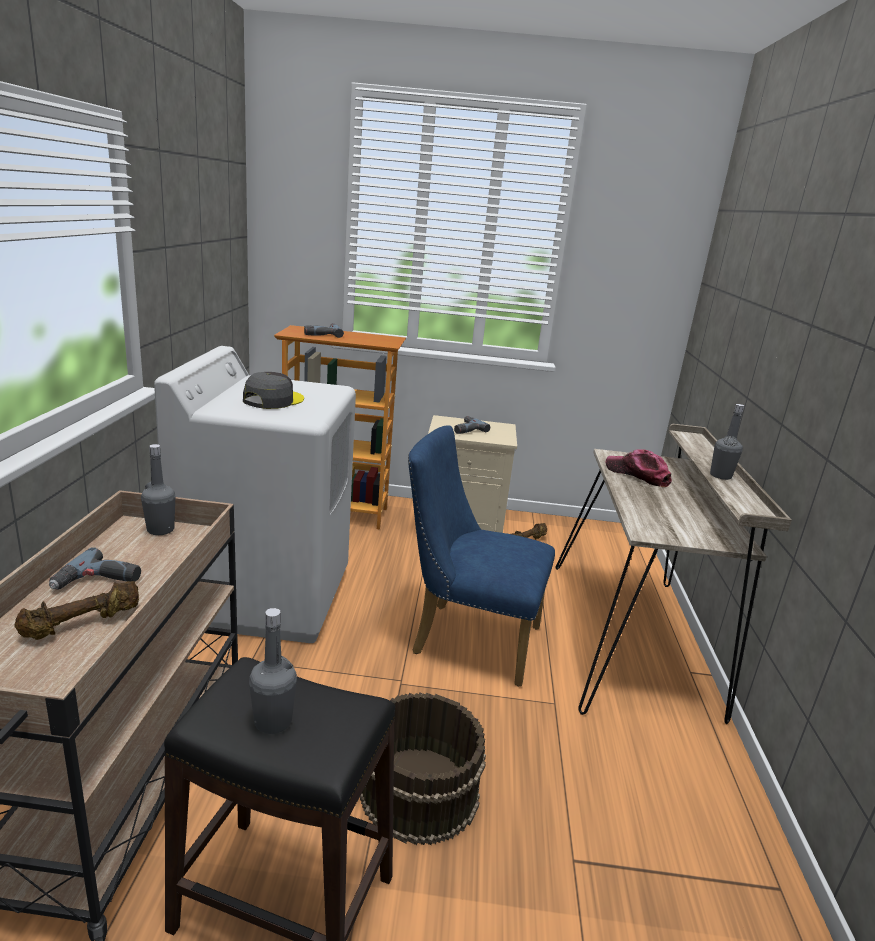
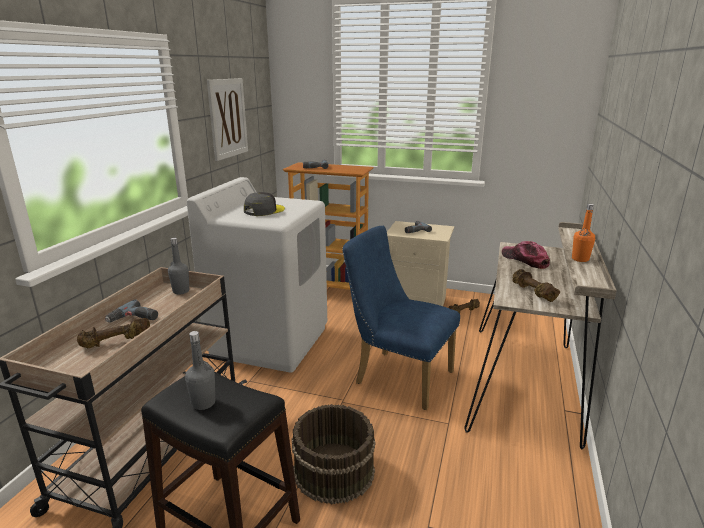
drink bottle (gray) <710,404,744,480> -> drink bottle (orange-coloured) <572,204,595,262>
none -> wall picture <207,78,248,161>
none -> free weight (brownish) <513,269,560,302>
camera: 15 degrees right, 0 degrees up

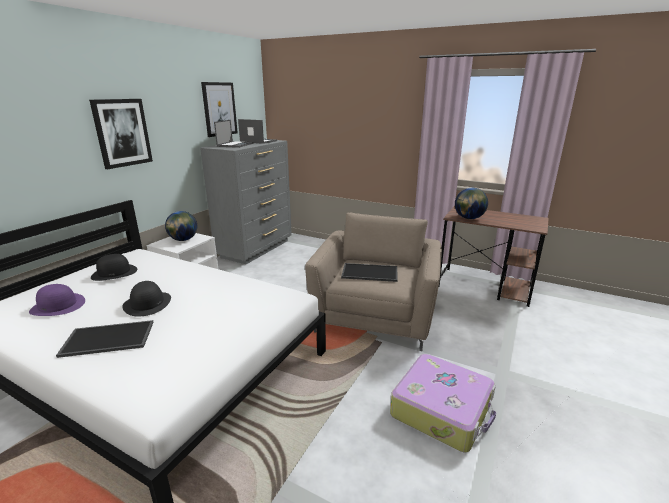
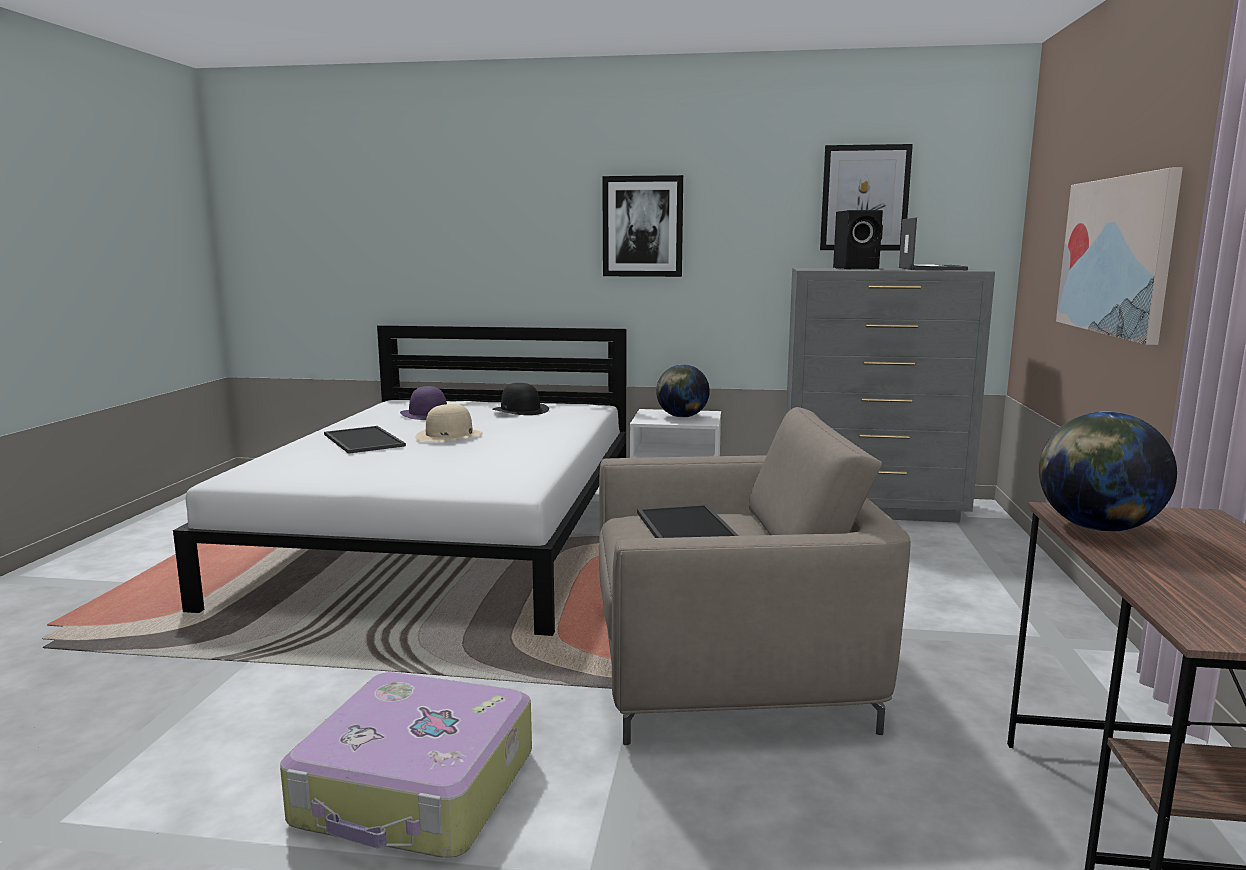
notebook computer <214,120,254,148> -> loudspeaker (black) <833,210,883,269>
wearable hat (black) <122,281,171,317> -> wearable hat (sand-coloured) <415,404,483,442>
none -> wall picture <1056,168,1183,345>
camera: 70 degrees right, 10 degrees down

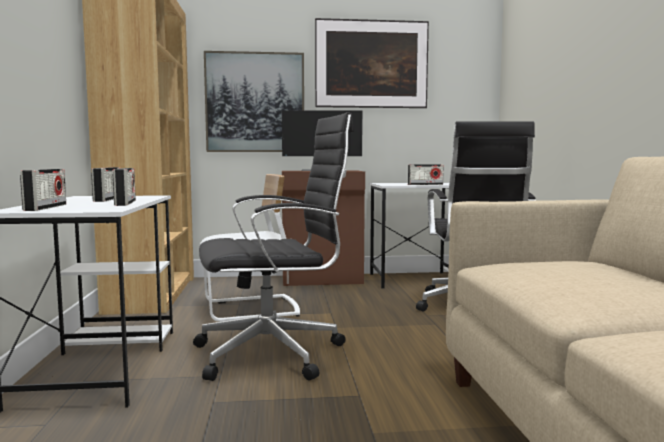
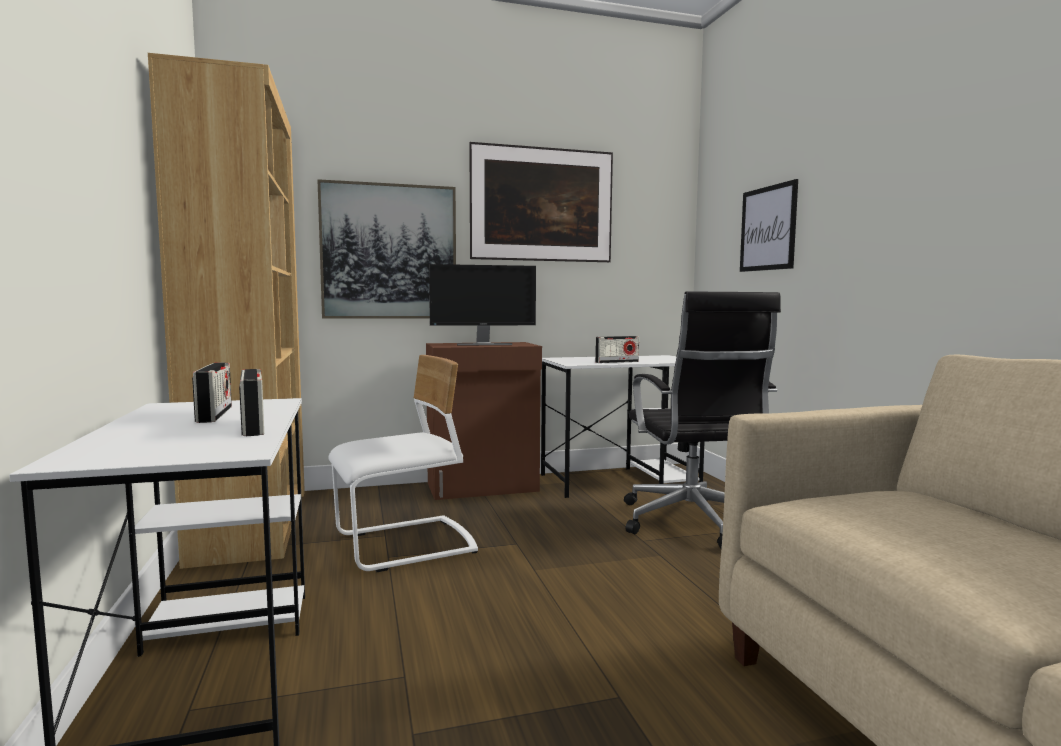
office chair (black) <193,112,354,381> -> none
radio receiver <20,169,66,211> -> none
none -> wall picture <740,179,798,272>
camera: 10 degrees left, 0 degrees up

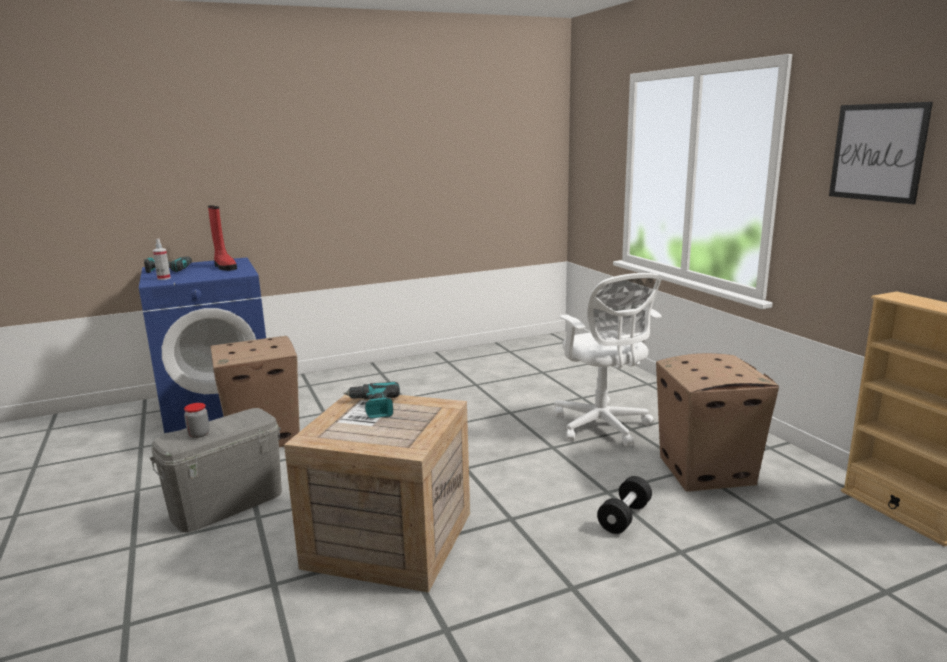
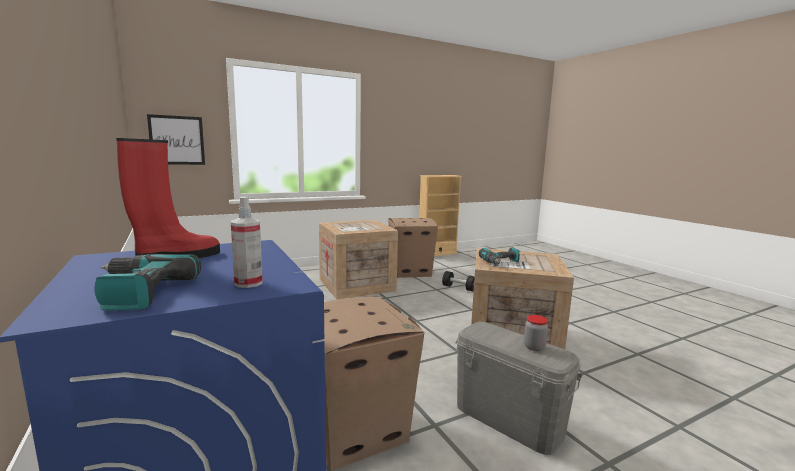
wall picture <829,102,933,204> -> wall picture <147,114,205,165>, move
office chair (white) <554,273,662,447> -> shipping crate <319,220,398,299>
camera: 95 degrees left, 5 degrees down

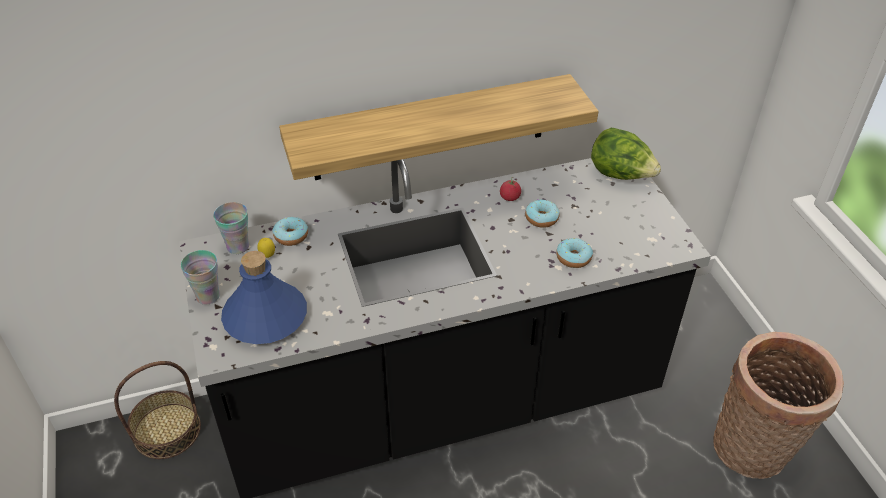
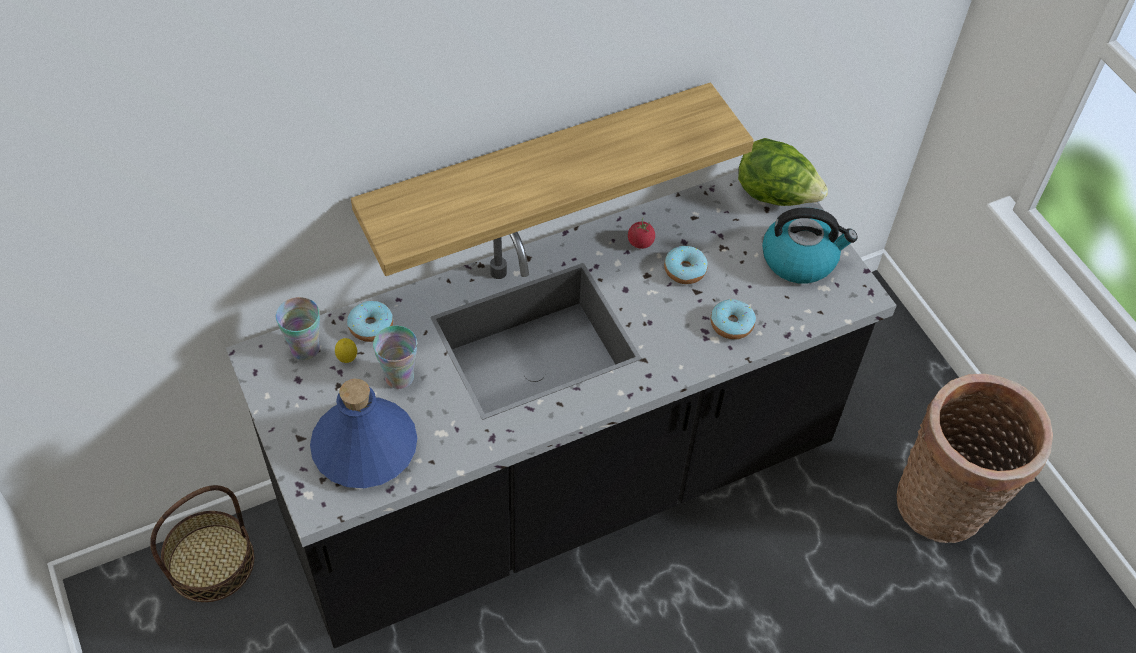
cup <181,250,220,305> -> cup <373,326,417,389>, move
none -> kettle <762,207,858,283>
camera: 10 degrees left, 10 degrees up

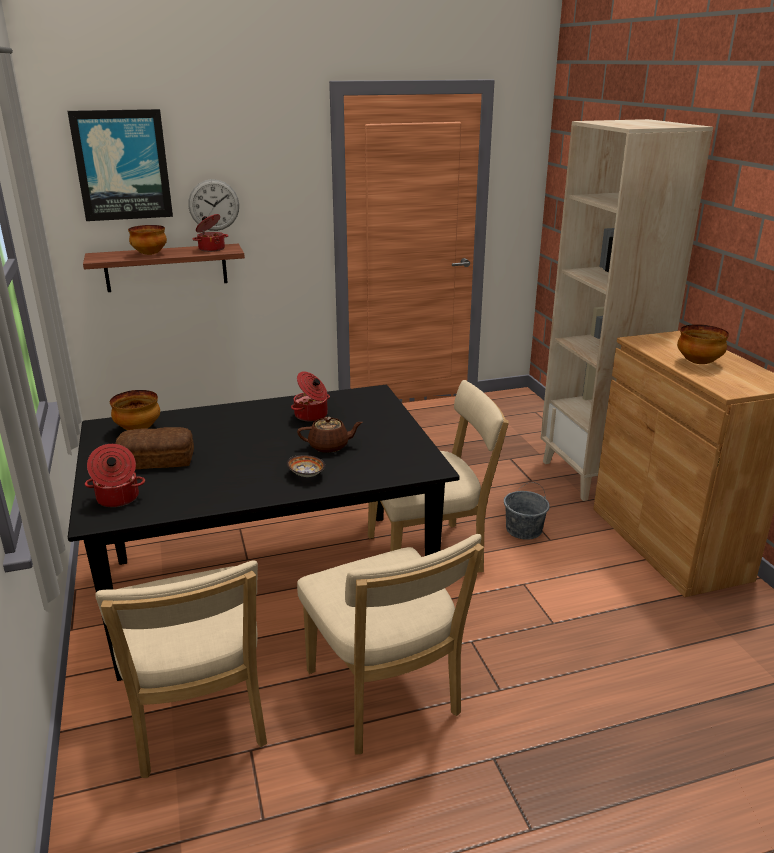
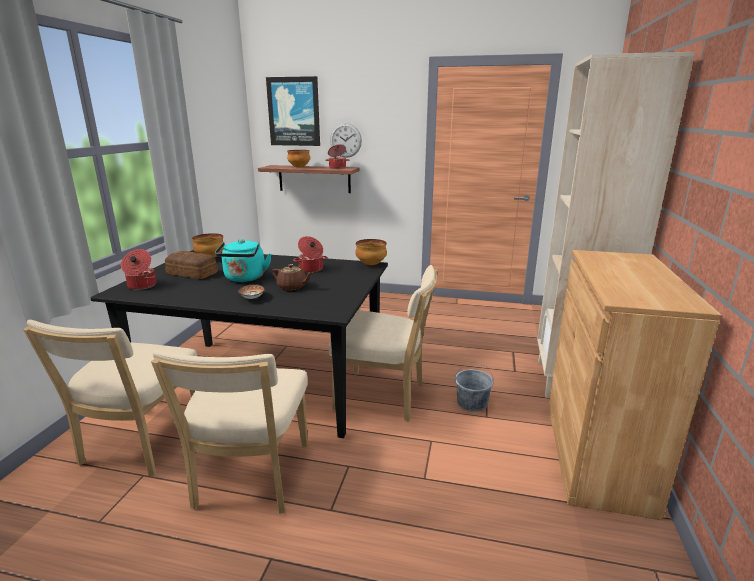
deep dish <677,324,729,364> -> deep dish <355,239,387,265>, move
none -> kettle (turquoise) <215,239,272,282>
camera: 30 degrees right, 5 degrees down

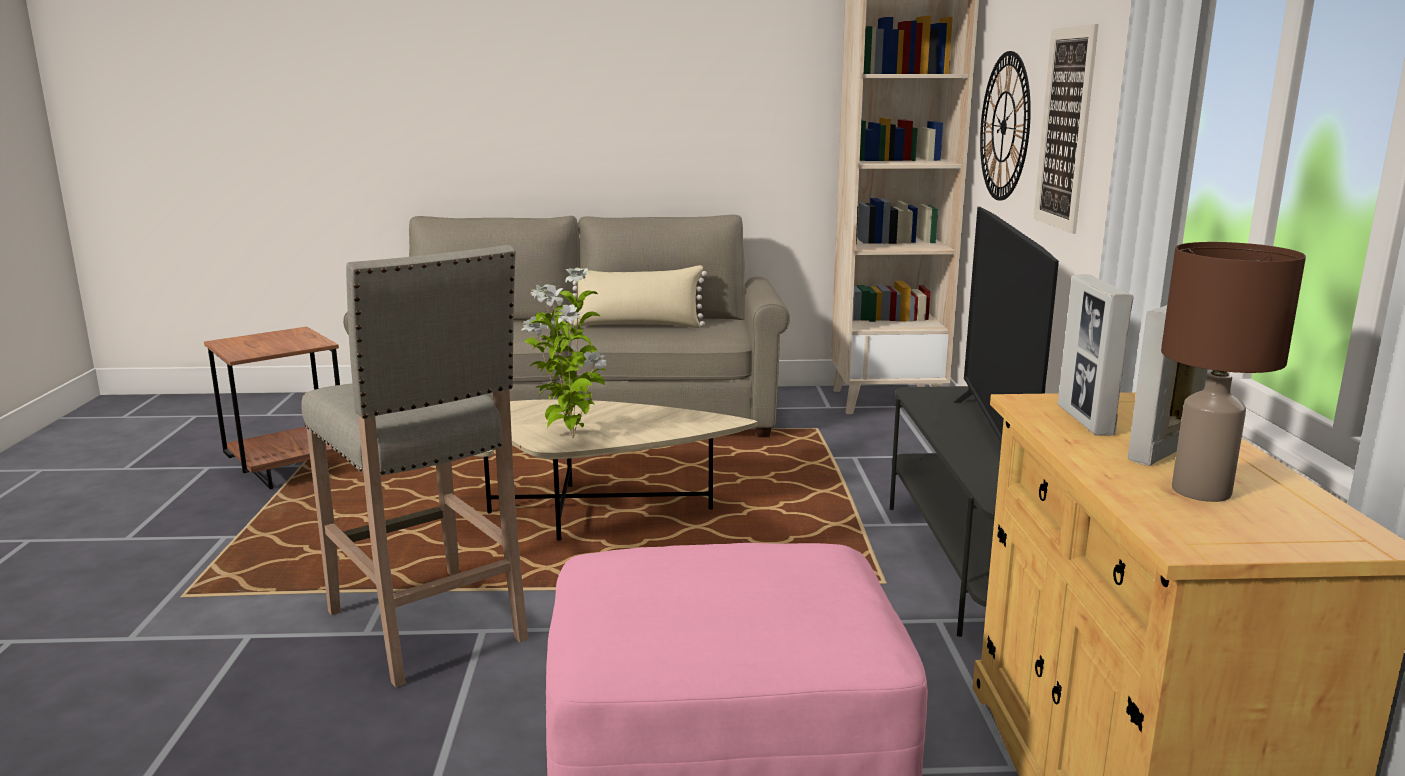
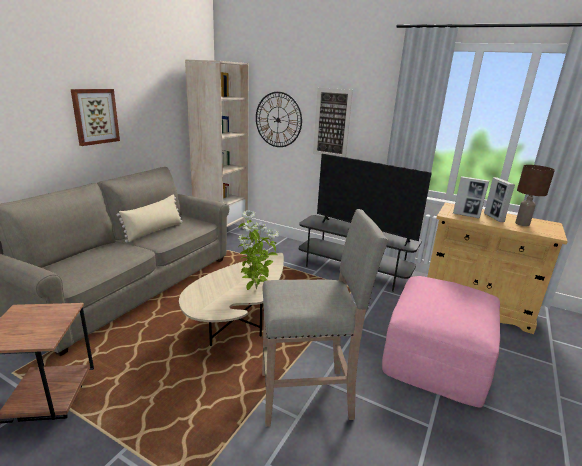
none -> wall picture <71,89,120,146>
camera: 60 degrees left, 5 degrees up

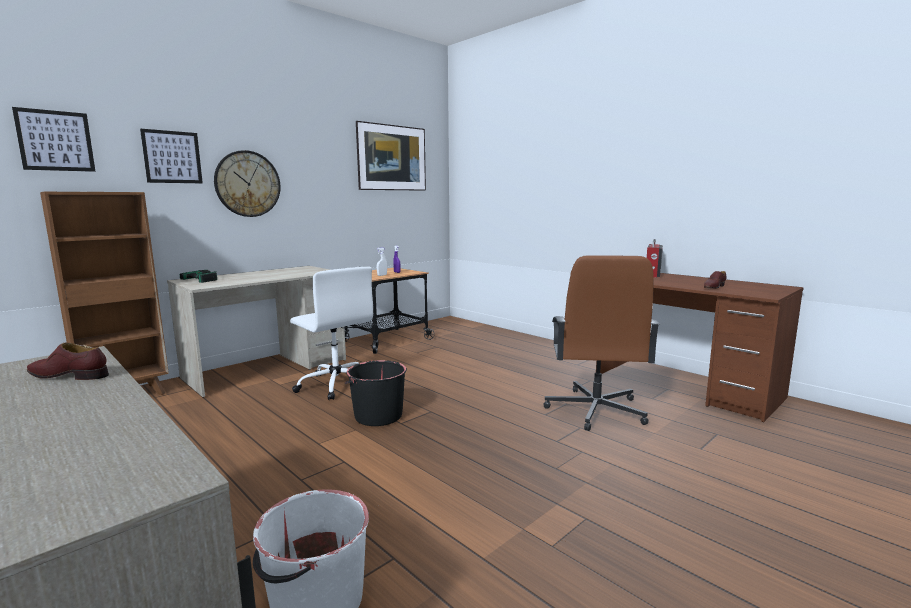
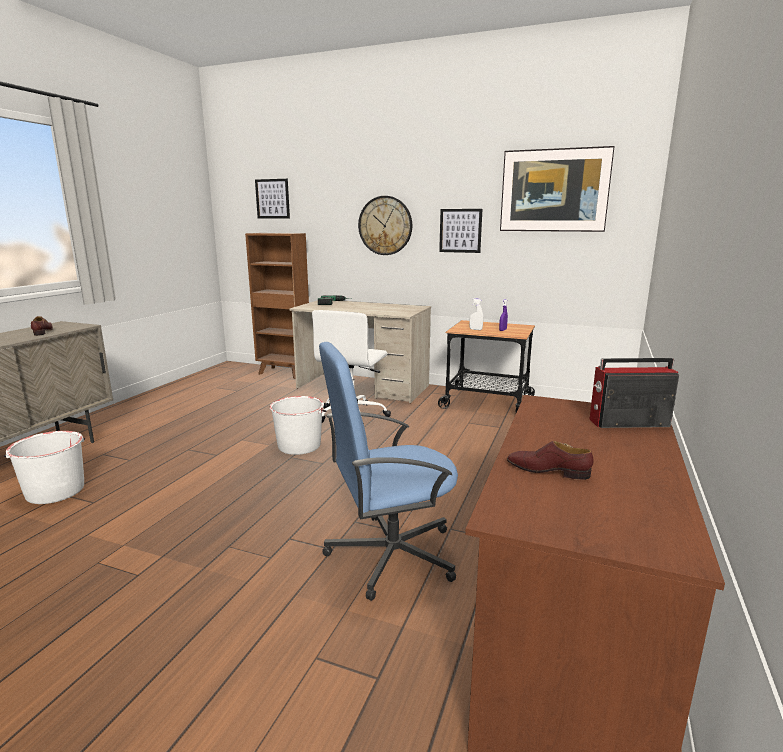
wall picture <140,129,203,183> -> wall picture <439,209,482,253>, move
office chair (brownish) <544,255,660,431> -> office chair (blue) <319,342,458,601>
water bucket (black) <345,360,407,426> -> water bucket (white) <270,396,327,455>
camera: 65 degrees right, 5 degrees up

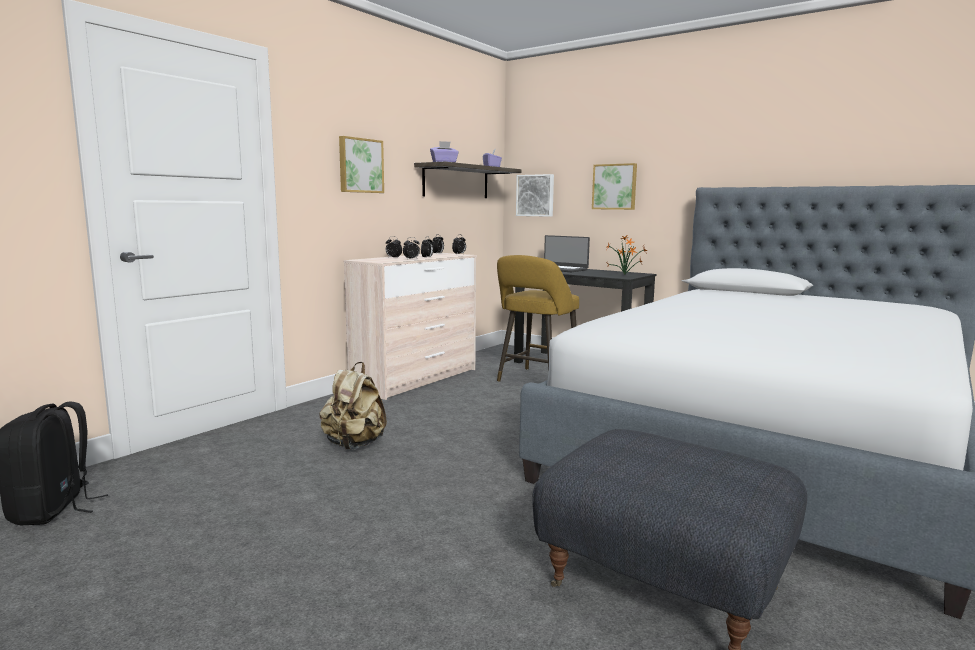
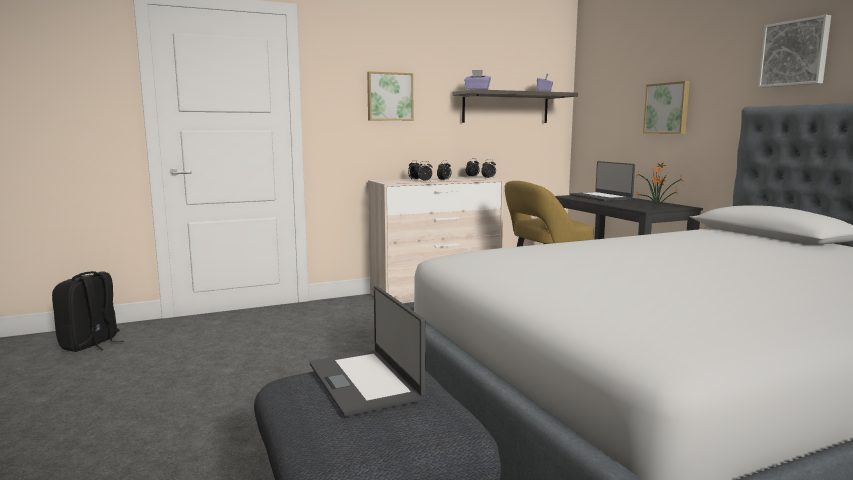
wall picture <516,174,554,217> -> wall picture <758,15,831,88>, move
backpack (sand-coloured) <319,362,387,450> -> none
none -> notebook computer <309,286,425,417>
camera: 30 degrees right, 0 degrees up

